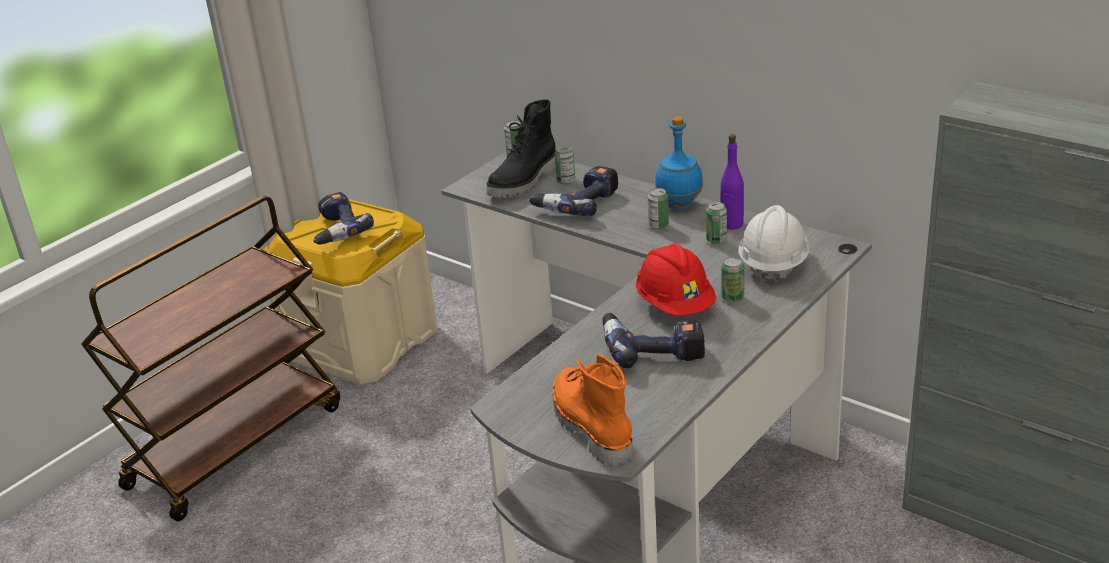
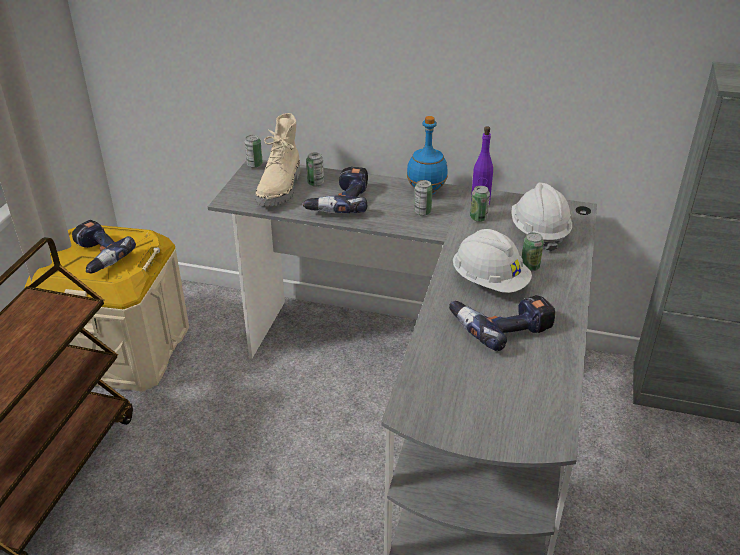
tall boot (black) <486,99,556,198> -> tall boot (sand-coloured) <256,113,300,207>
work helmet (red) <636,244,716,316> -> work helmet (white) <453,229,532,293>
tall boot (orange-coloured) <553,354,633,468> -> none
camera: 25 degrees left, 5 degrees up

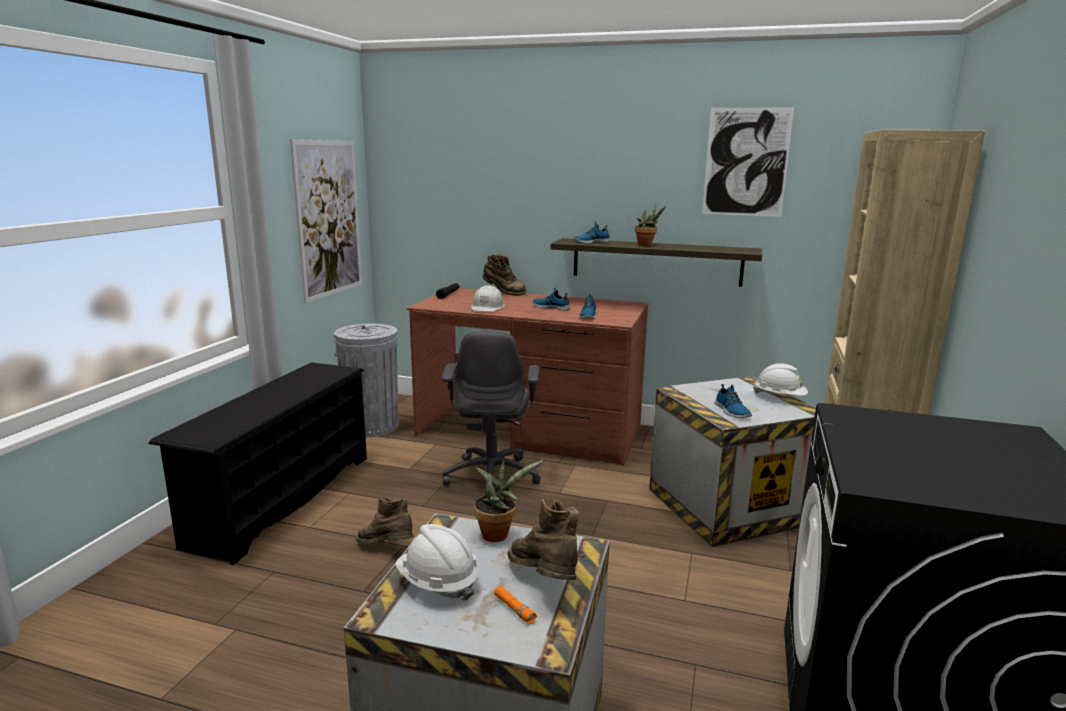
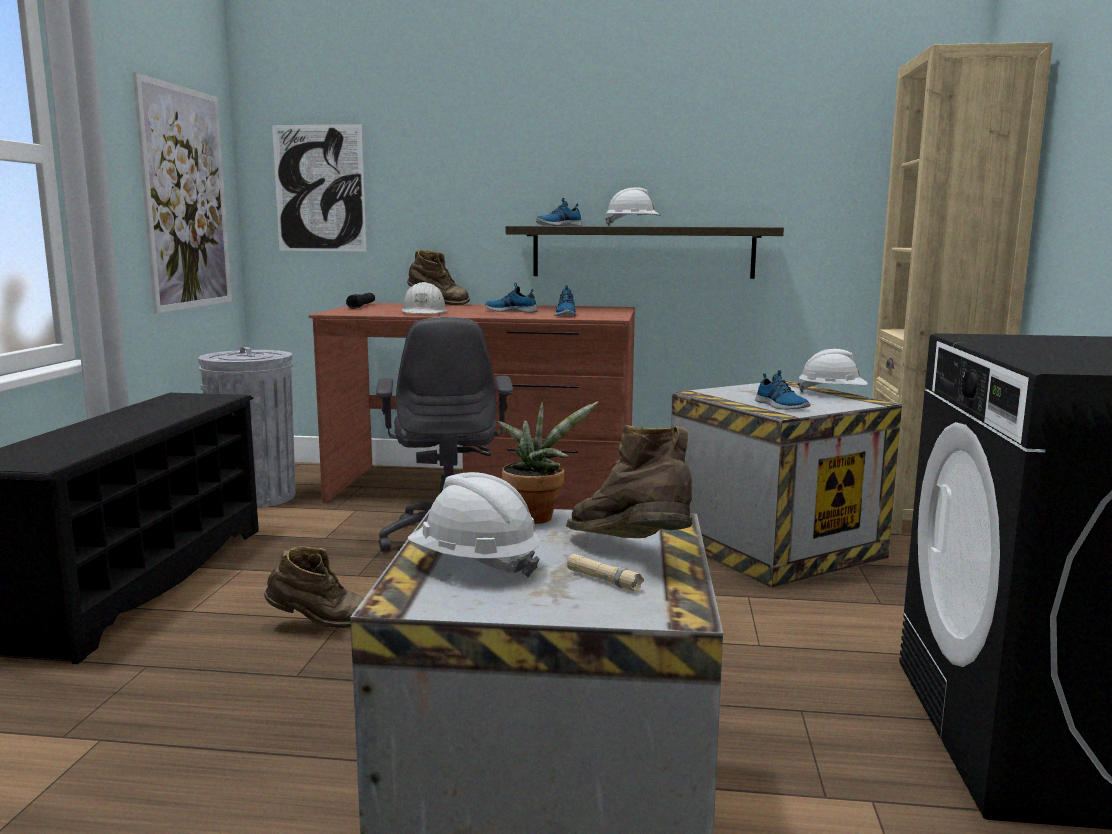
wall picture <702,107,794,217> -> wall picture <272,124,367,251>, move
potted plant <635,204,666,246> -> work helmet (white) <605,187,661,226>
tall boot (brownish) <356,497,414,544> -> tall boot (brownish) <264,546,364,628>, 150 degrees clockwise
flashlight (orange-coloured) <494,586,537,624> -> flashlight (sand-coloured) <567,554,644,591>
camera: 10 degrees left, 5 degrees down

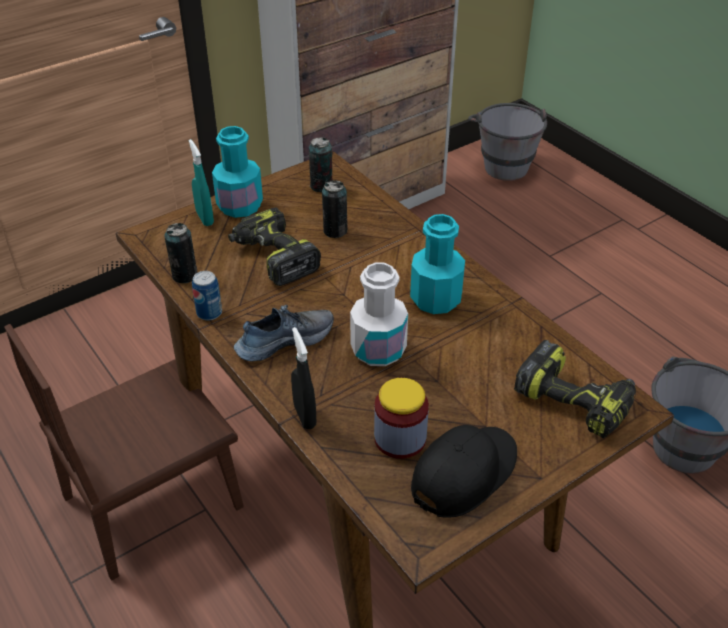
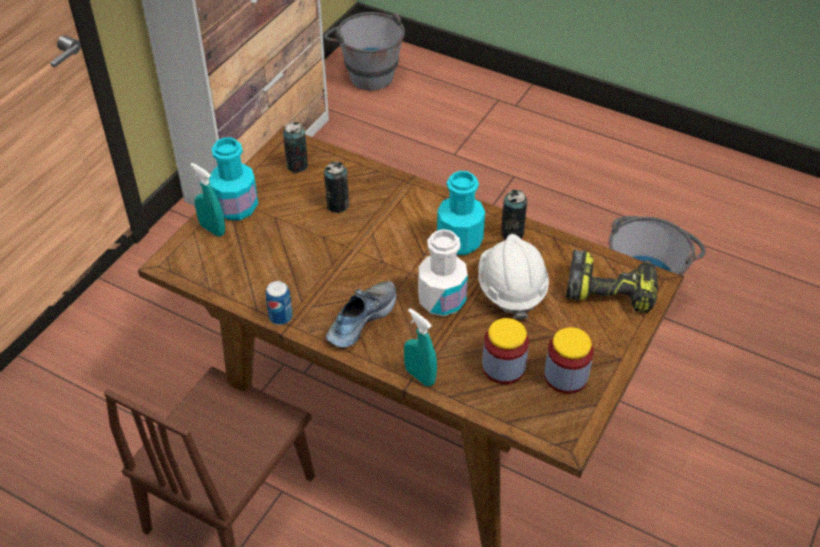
electric drill <228,207,321,286> -> none
can <164,223,198,283> -> can <501,190,527,240>, move
hand sprayer (black) <291,327,316,429> -> hand sprayer (turquoise) <404,308,437,386>
peaked cap (black) <411,425,517,518> -> storage jar <544,327,594,394>
none -> work helmet (white) <478,234,549,320>
camera: 25 degrees left, 5 degrees up

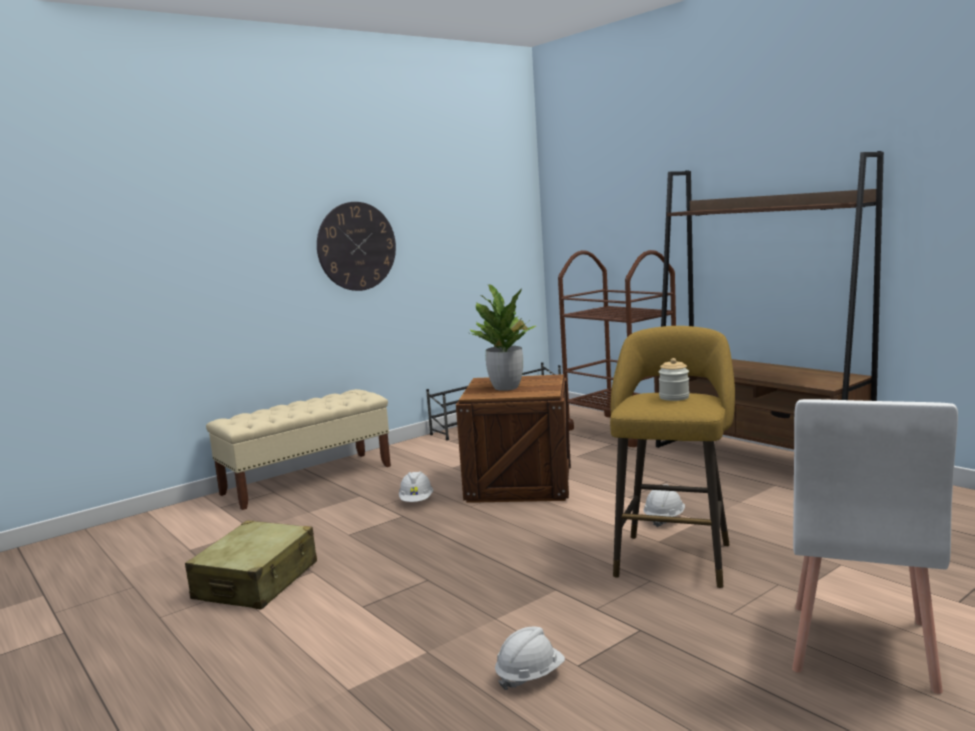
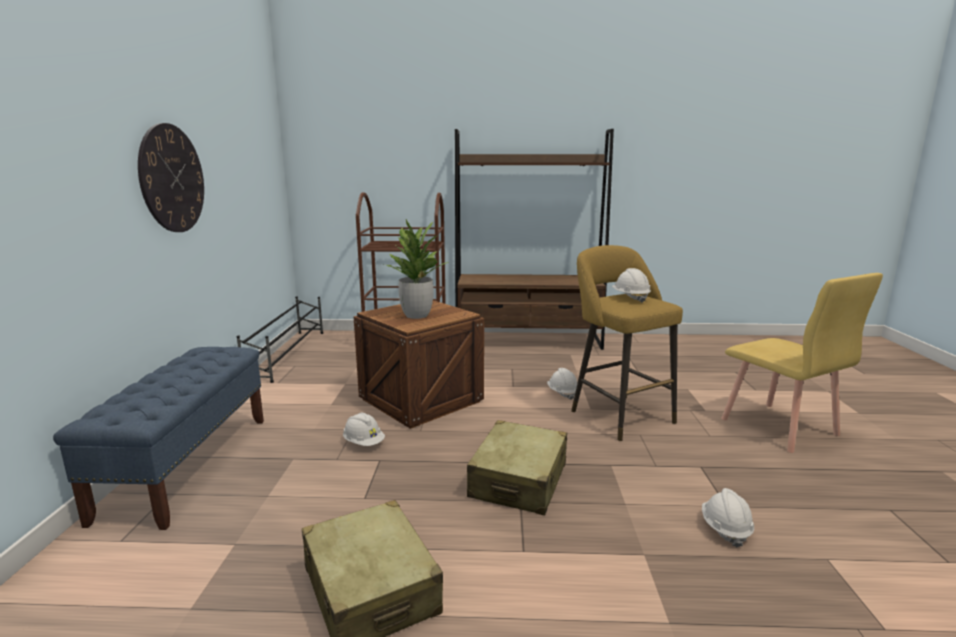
storage jar <658,358,689,401> -> work helmet (white) <612,268,651,303>
indoor bench (sand-coloured) <206,389,391,510> -> indoor bench (blue) <53,347,264,530>
plain chair (white) <792,399,958,694> -> plain chair (yellowish) <721,273,883,453>
none -> travel case (sand-coloured) <467,420,567,515>
camera: 50 degrees left, 5 degrees up

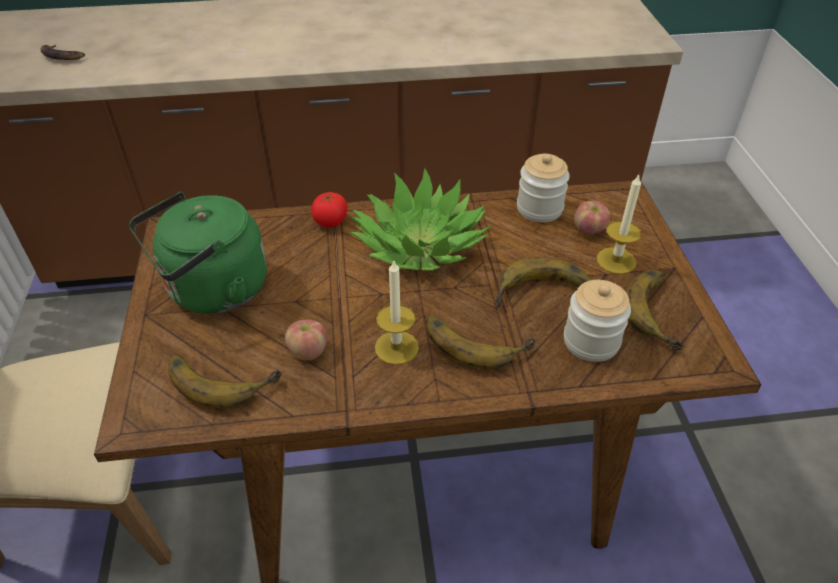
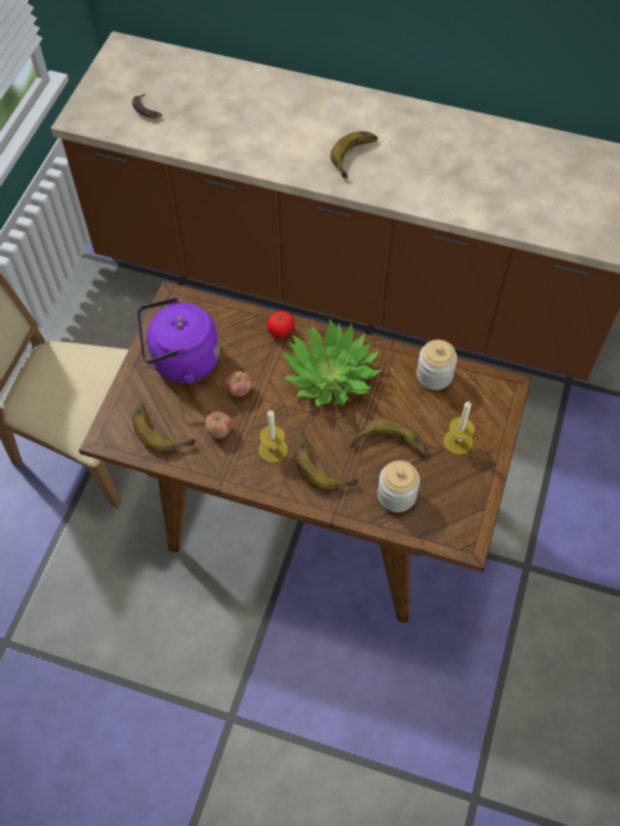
kettle (greenish) <129,192,267,314> -> kettle (purplish) <137,297,220,384>
apple <574,201,610,235> -> apple <225,371,252,397>, move
banana <625,270,684,350> -> banana <330,131,377,179>, move
camera: 25 degrees right, 15 degrees up

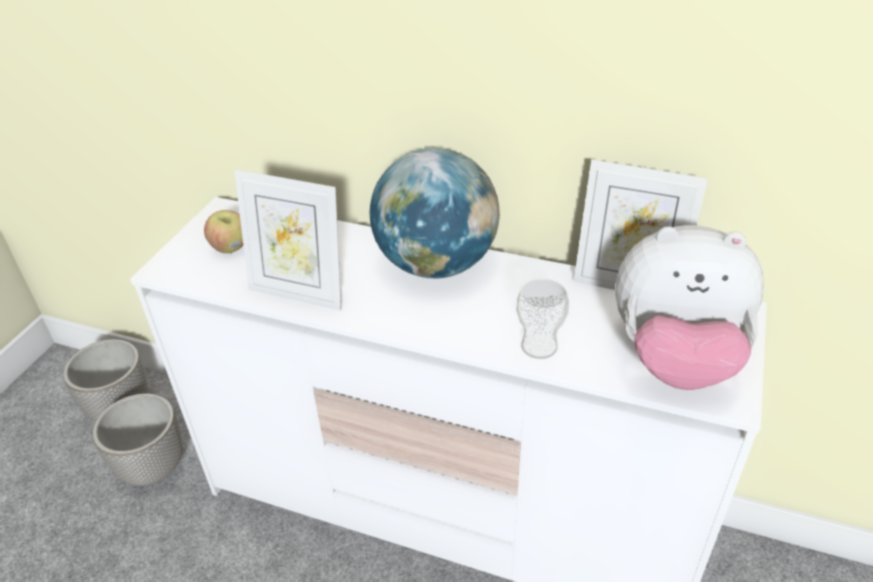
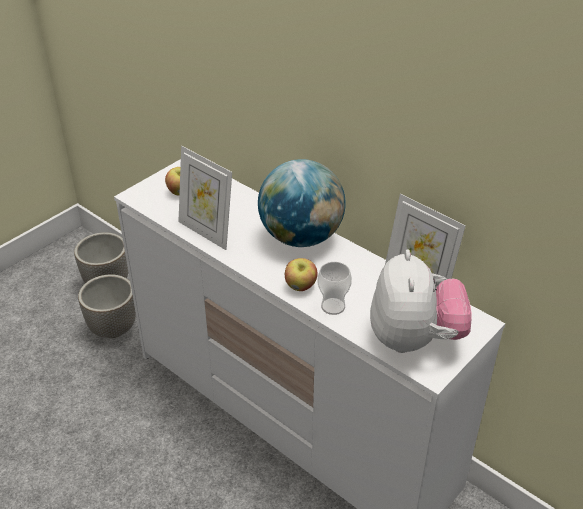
soft toy <615,225,764,390> -> soft toy <370,249,472,353>, 120 degrees counterclockwise
none -> apple <285,258,317,291>
camera: 20 degrees right, 0 degrees up

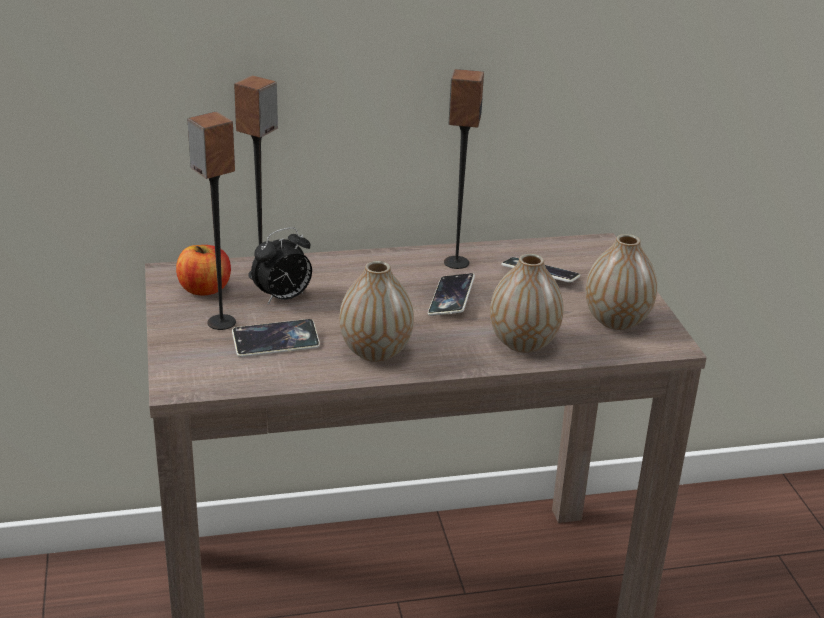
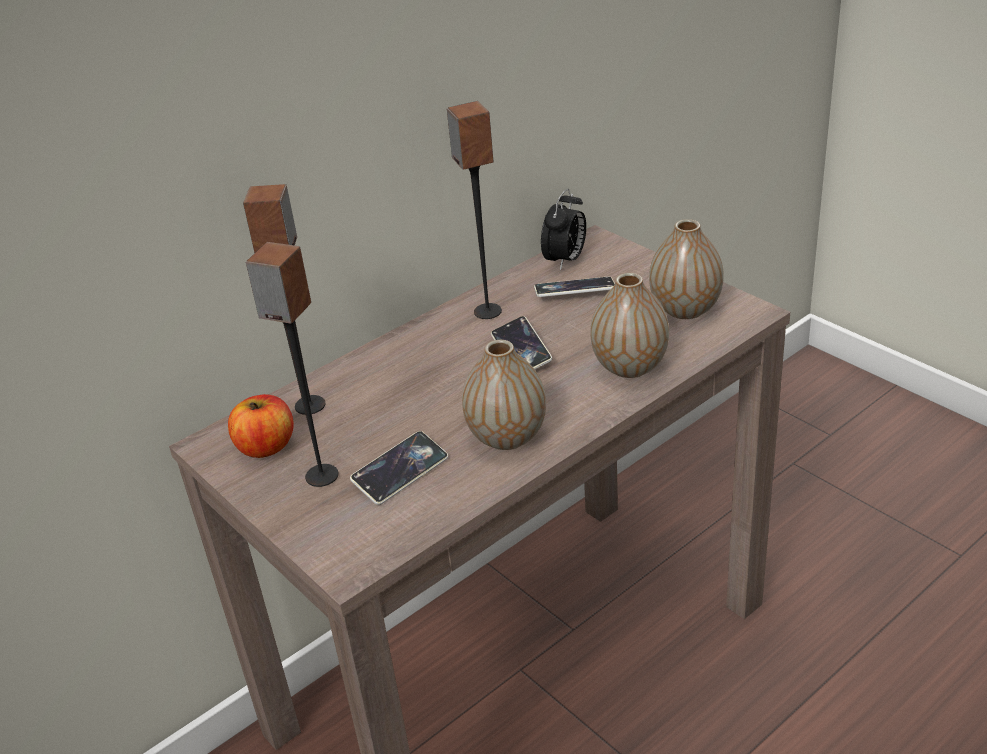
bedside clock <251,227,312,305> -> bedside clock <541,189,586,271>, move
camera: 25 degrees left, 5 degrees up

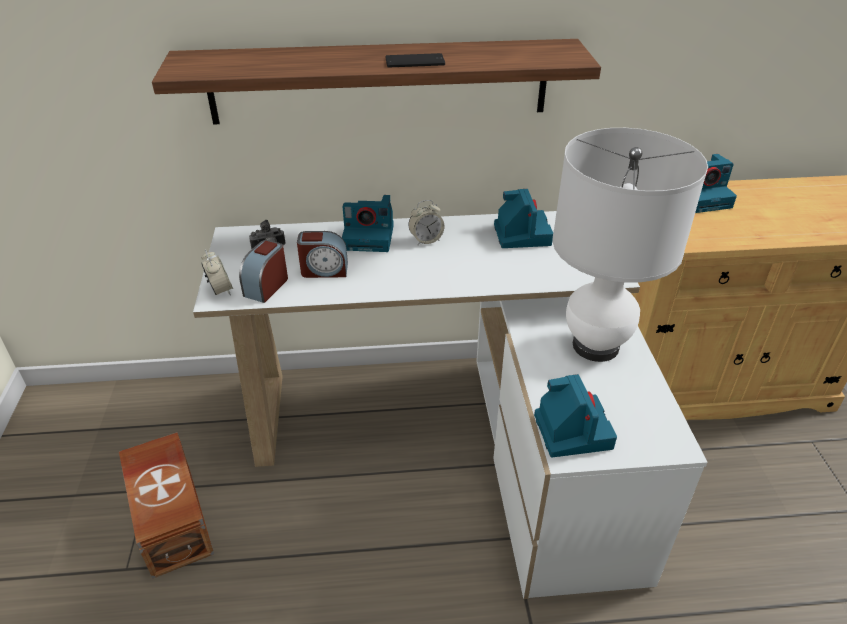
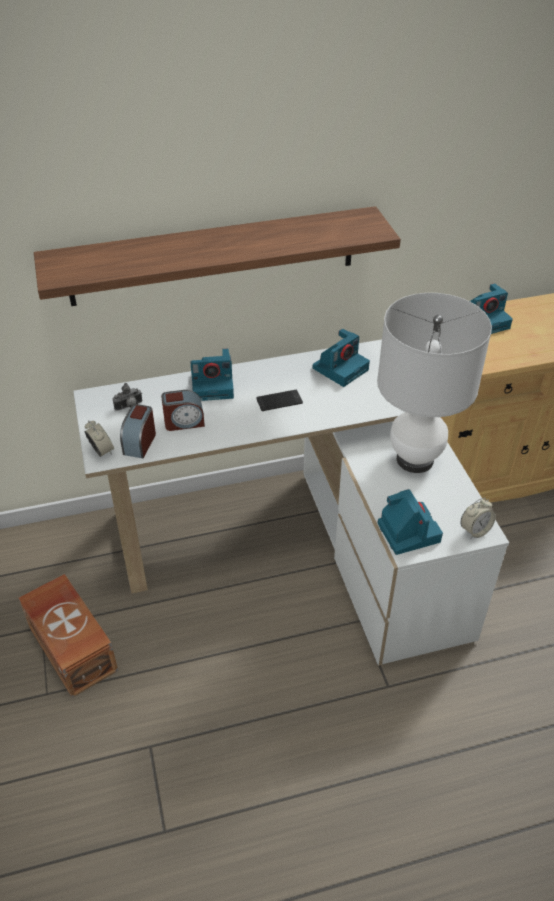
phone <386,53,445,68> -> phone <256,390,303,411>, move
photo camera <494,189,553,248> -> photo camera <313,329,370,387>, 60 degrees clockwise
bedside clock <409,200,445,245> -> bedside clock <461,498,496,539>, move
camera: 10 degrees left, 5 degrees up

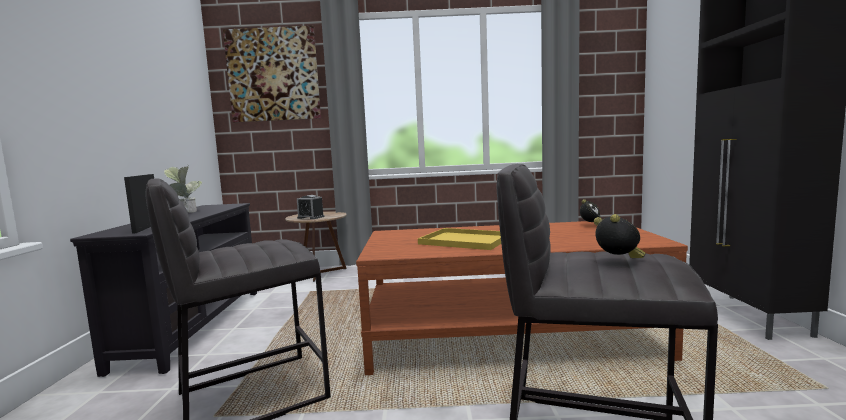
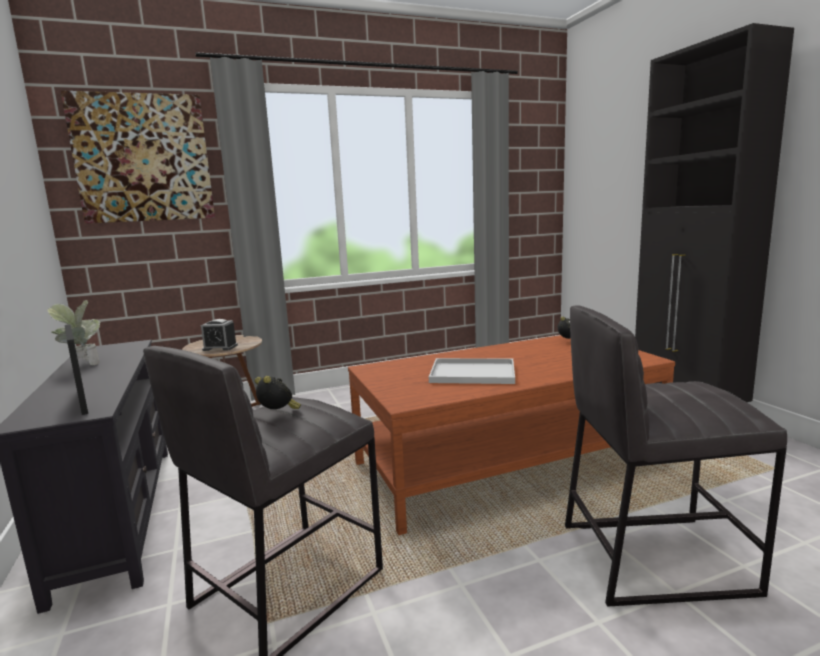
bedside clock <594,214,646,258> -> bedside clock <255,376,301,409>, move
carrying tray (yellowish) <418,228,501,250> -> carrying tray (white) <429,358,515,384>
camera: 20 degrees left, 5 degrees up

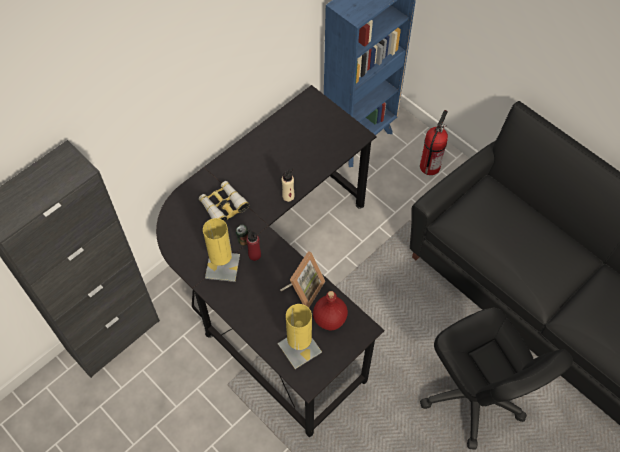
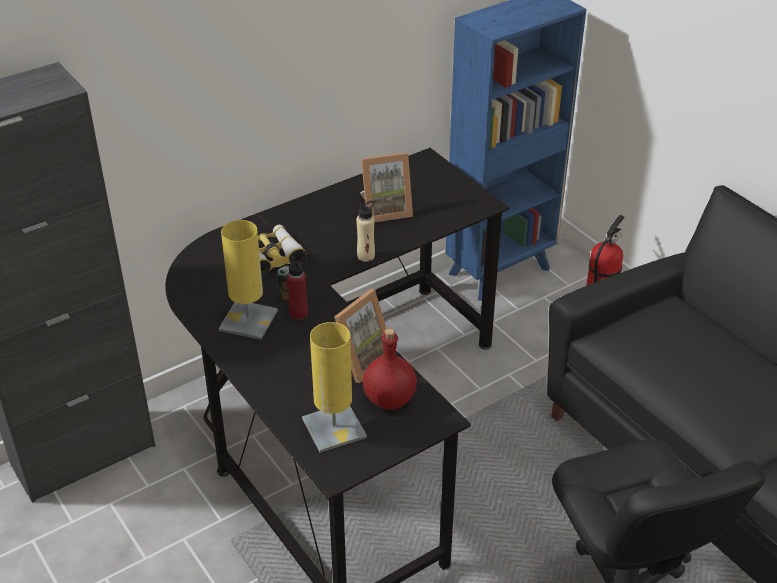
none -> standing frame <360,152,413,222>
camera: 10 degrees right, 20 degrees down

